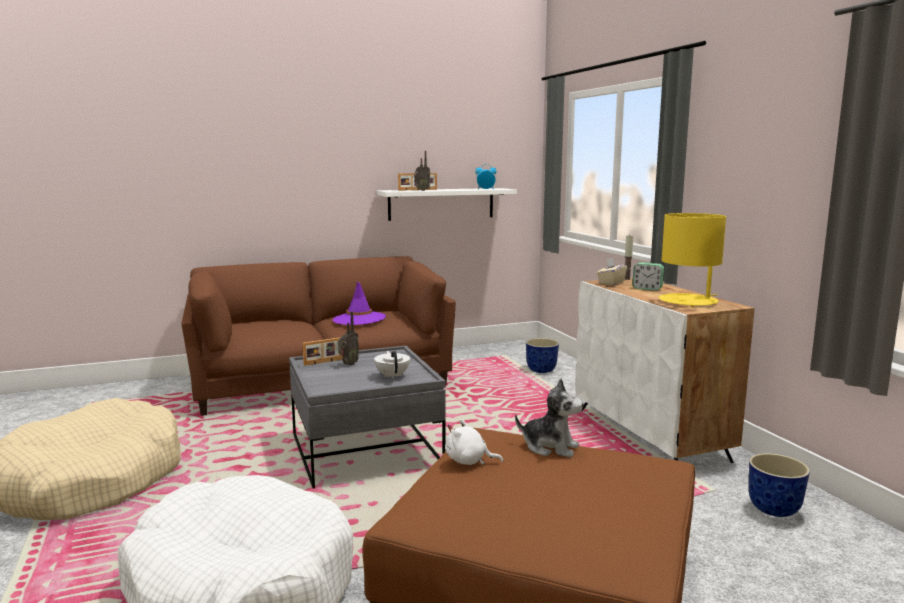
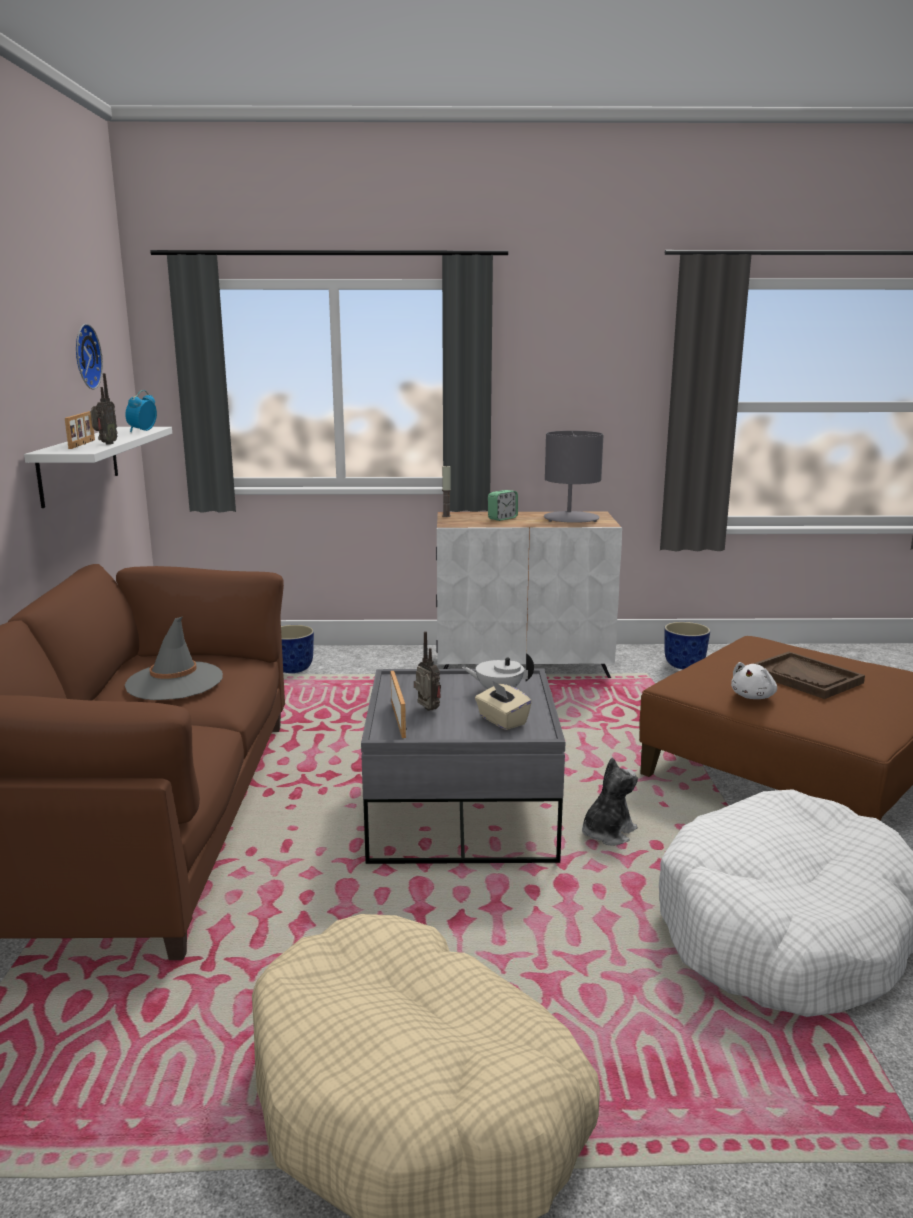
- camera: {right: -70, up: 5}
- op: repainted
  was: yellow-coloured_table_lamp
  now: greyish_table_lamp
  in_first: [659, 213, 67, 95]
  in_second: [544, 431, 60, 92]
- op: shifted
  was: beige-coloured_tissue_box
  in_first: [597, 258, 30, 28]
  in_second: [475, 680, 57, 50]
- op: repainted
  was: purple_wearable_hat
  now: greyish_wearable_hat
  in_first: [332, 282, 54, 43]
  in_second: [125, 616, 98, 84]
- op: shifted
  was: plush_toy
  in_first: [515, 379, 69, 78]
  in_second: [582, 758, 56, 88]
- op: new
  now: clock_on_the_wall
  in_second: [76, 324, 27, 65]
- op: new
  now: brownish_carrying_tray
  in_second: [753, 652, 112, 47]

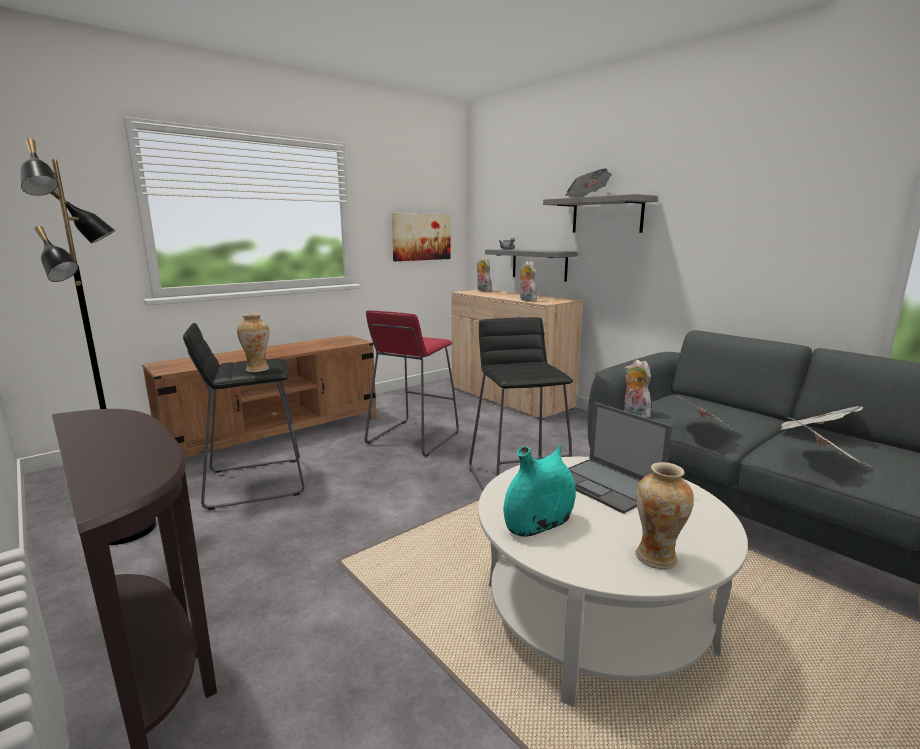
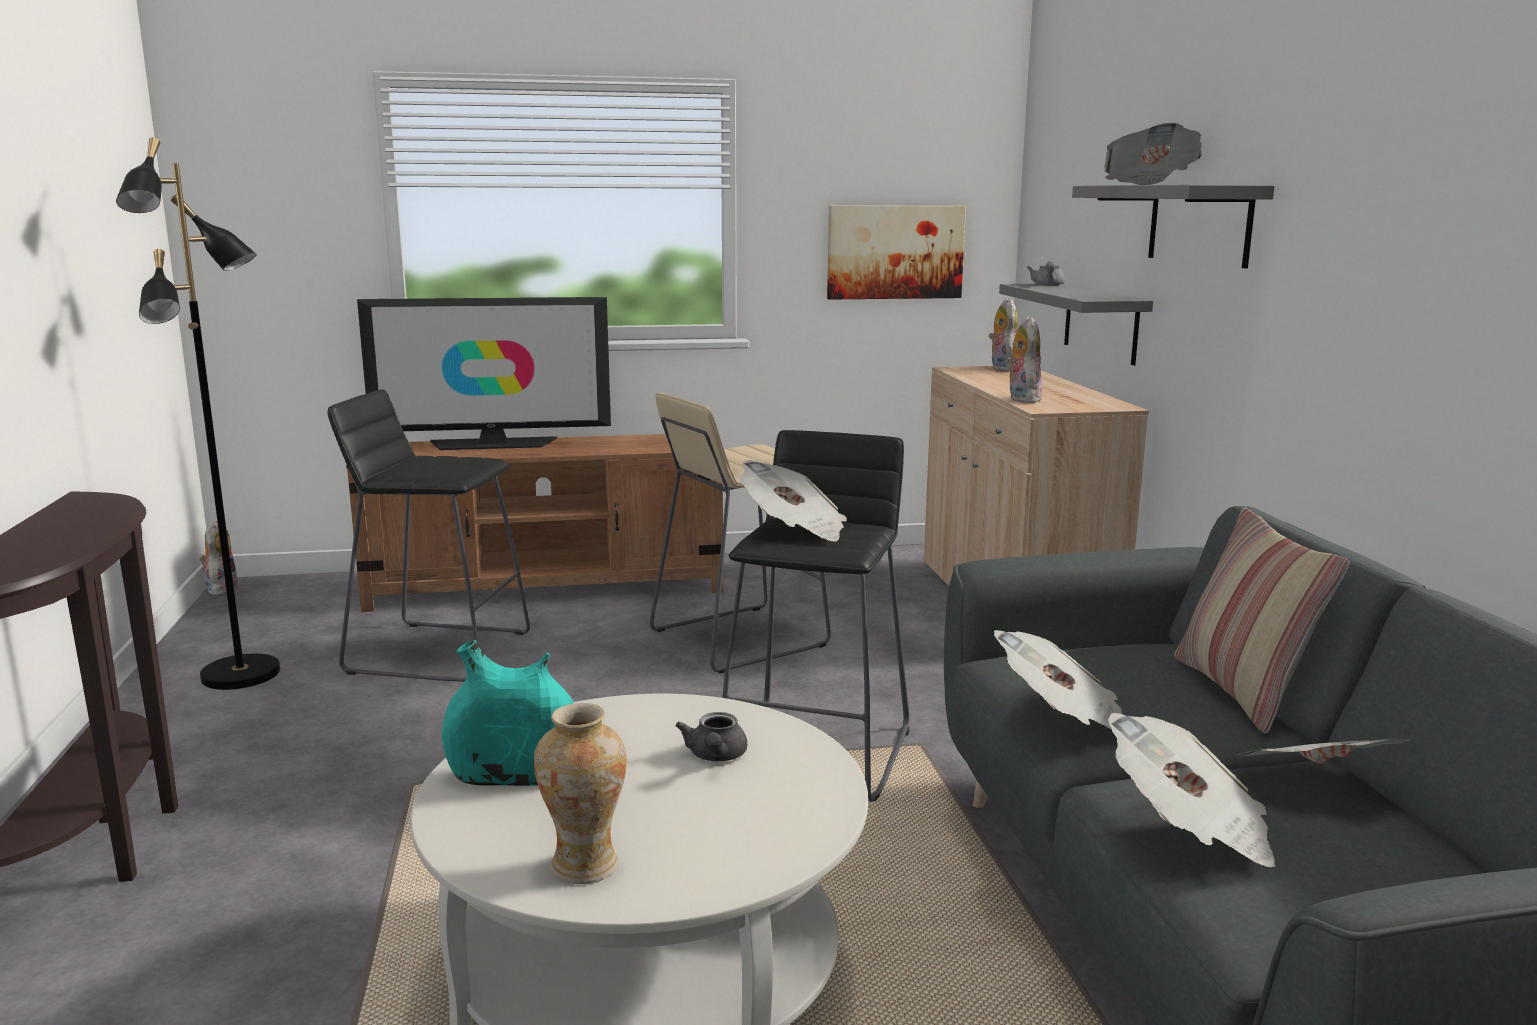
- camera: {right: 30, up: 0}
- op: repainted
  was: red-coloured_stool_seat
  now: beige-coloured_stool_seat
  in_first: [365, 310, 94, 147]
  in_second: [649, 393, 182, 280]
- op: gone
  was: vase
  in_first: [237, 313, 32, 59]
- op: shifted
  was: plush_toy
  in_first: [624, 360, 27, 58]
  in_second: [200, 520, 39, 76]
- op: swapped
  was: portable_computer
  now: greyish_teapot
  in_first: [568, 402, 104, 112]
  in_second: [675, 712, 72, 49]
- op: new
  now: TV_set
  in_second: [357, 297, 254, 153]
- op: new
  now: daily_paper
  in_second: [740, 460, 107, 82]
- op: new
  now: pillow
  in_second: [1174, 508, 176, 225]

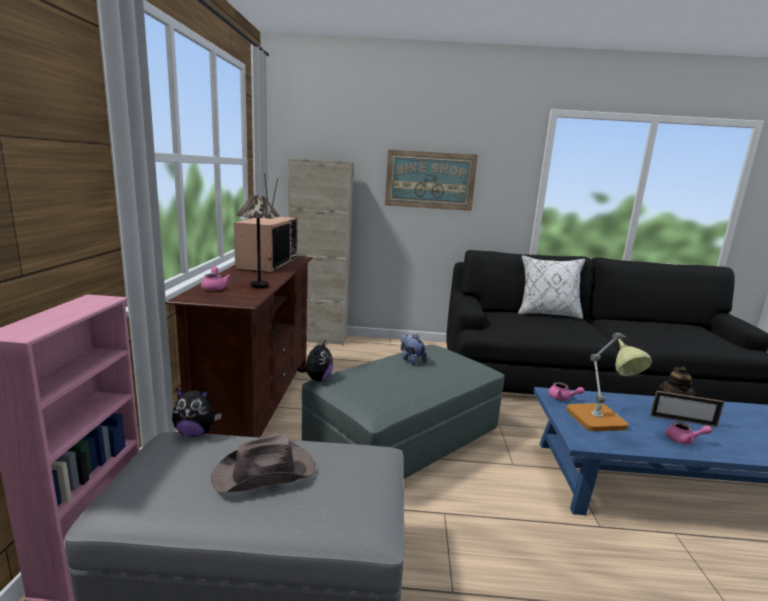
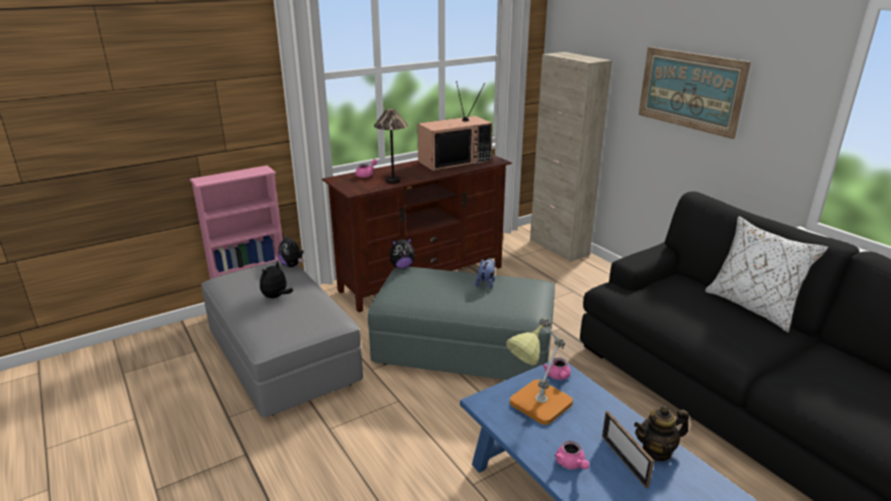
- camera: {right: 55, up: 10}
- op: swapped
  was: brownish_wearable_hat
  now: plush_toy
  in_first: [211, 434, 104, 59]
  in_second: [260, 261, 33, 37]

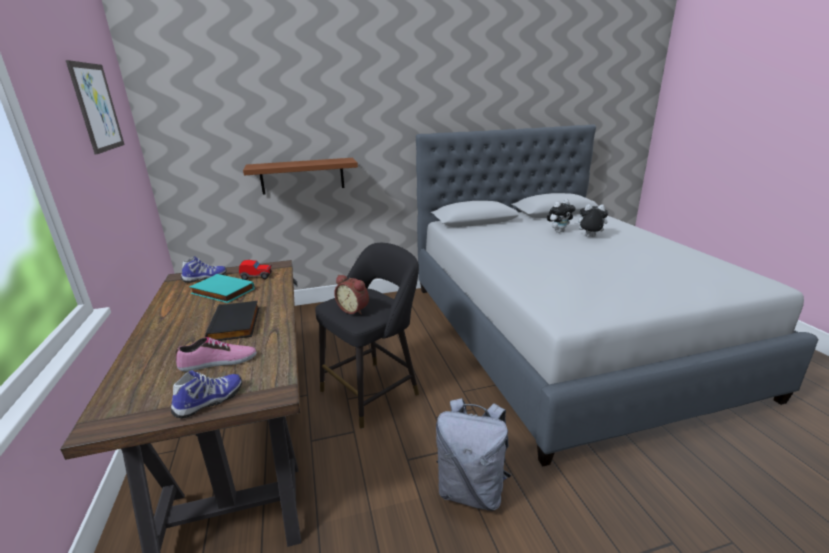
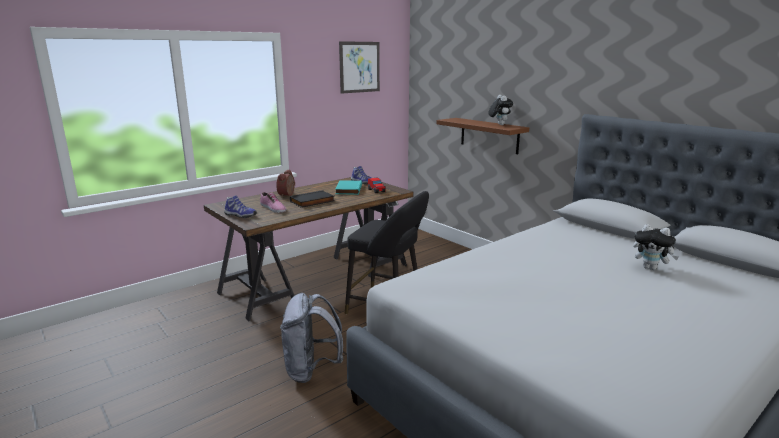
- camera: {right: 65, up: -5}
- op: shifted
  was: plush_toy
  in_first: [574, 204, 34, 33]
  in_second: [489, 95, 24, 30]
- op: shifted
  was: table_clock
  in_first: [334, 275, 35, 40]
  in_second: [276, 170, 19, 27]

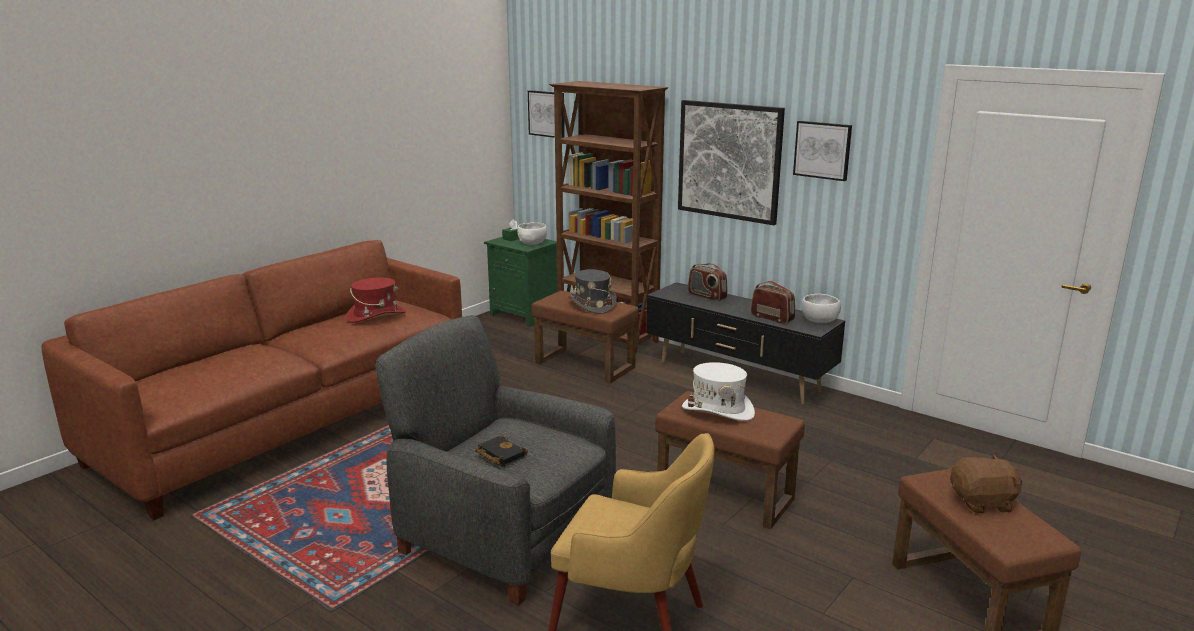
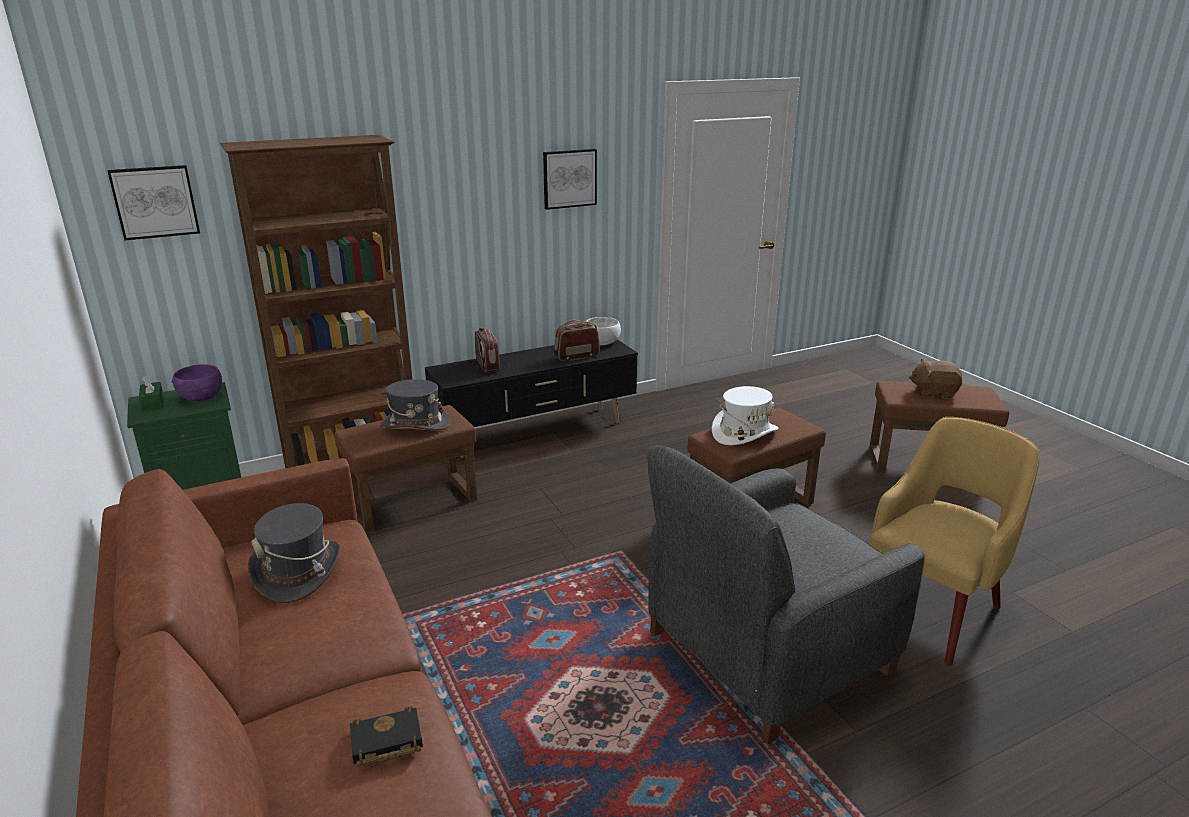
- camera: {right: -65, up: 5}
- op: gone
  was: wall_picture
  in_first: [678, 100, 107, 125]
- op: repainted
  was: white_bowl
  now: purple_bowl
  in_first: [517, 222, 30, 23]
  in_second: [172, 364, 50, 37]
- op: rotated
  was: radio_set
  in_first: [688, 263, 40, 38]
  in_second: [475, 328, 25, 45]
  clockwise: 90
- op: repainted
  was: red-coloured_wearable_hat
  now: greyish_wearable_hat
  in_first: [346, 278, 60, 45]
  in_second: [248, 503, 93, 100]
- op: shifted
  was: blackish_volume
  in_first: [475, 436, 53, 30]
  in_second: [350, 706, 73, 61]
- op: rotated
  was: brownish_plush_toy
  in_first: [950, 455, 73, 58]
  in_second: [909, 359, 53, 40]
  clockwise: -105

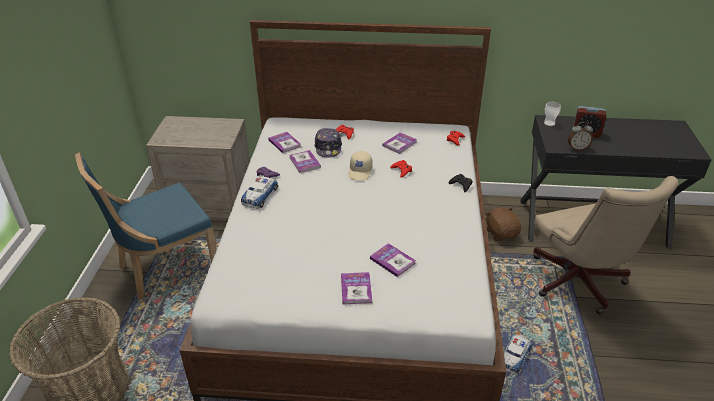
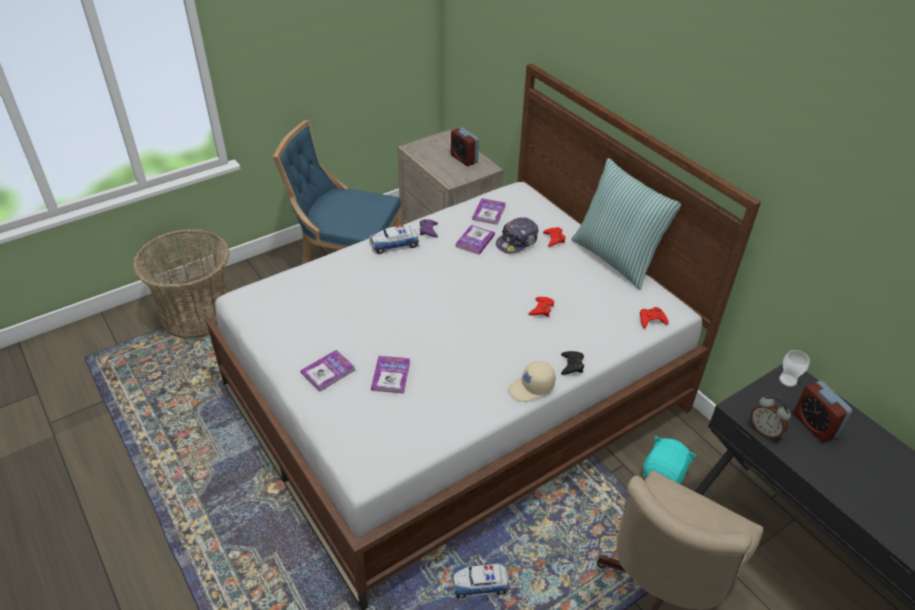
- camera: {right: 50, up: 5}
- op: gone
  was: volume
  in_first: [382, 132, 35, 22]
- op: shifted
  was: beige-coloured_peaked_cap
  in_first: [349, 151, 24, 29]
  in_second: [509, 361, 47, 41]
- op: repainted
  was: brownish_plush_toy
  now: turquoise-coloured_plush_toy
  in_first: [486, 207, 35, 34]
  in_second: [643, 435, 54, 49]
- op: new
  now: table_clock
  in_second: [451, 127, 28, 39]
- op: new
  now: pillow
  in_second: [571, 158, 110, 132]

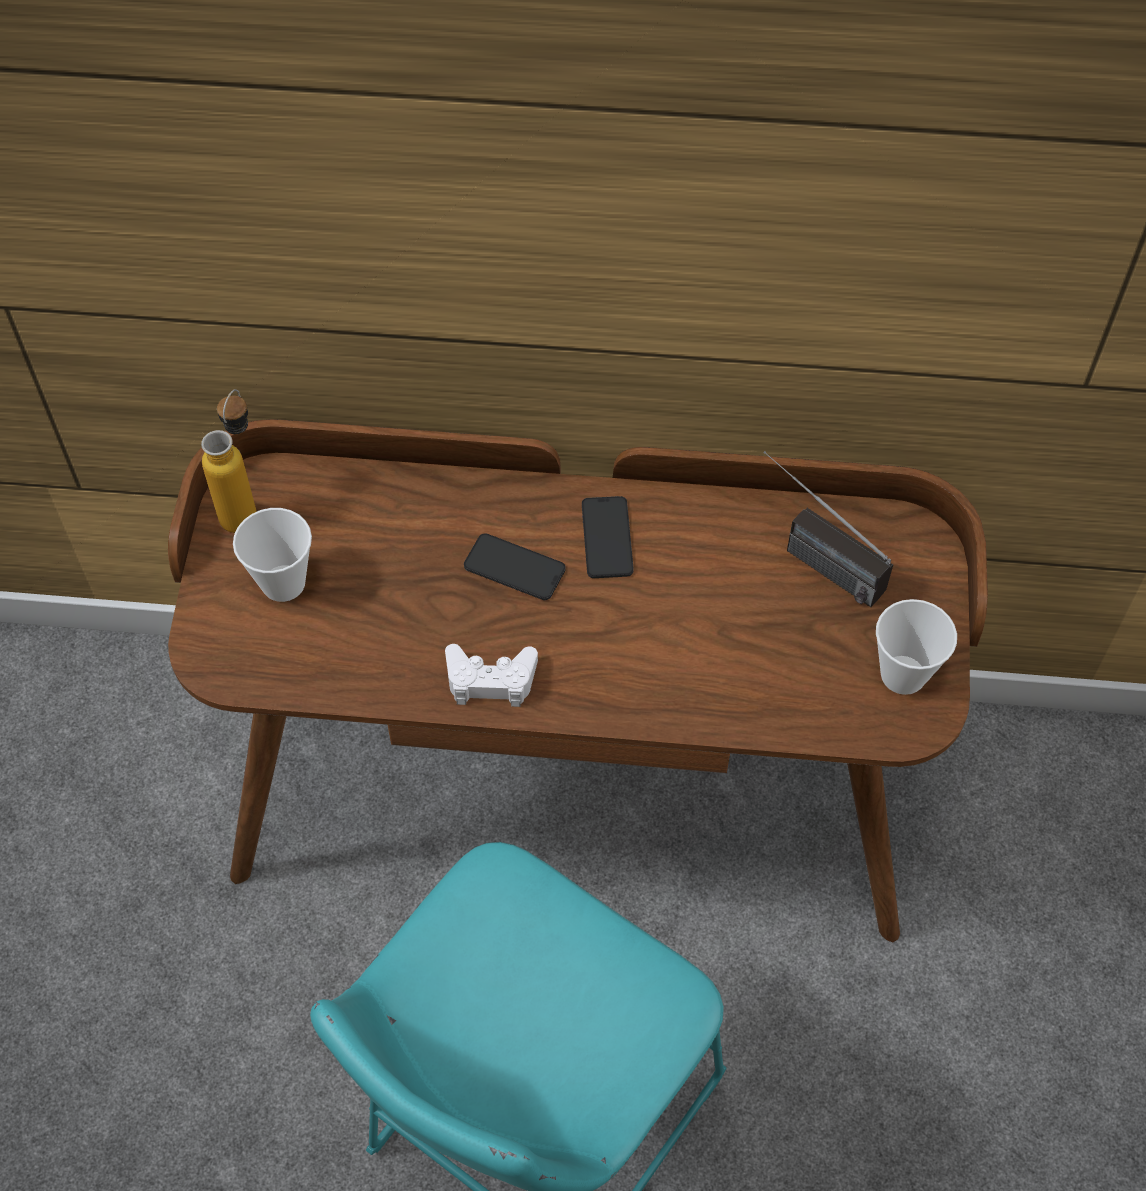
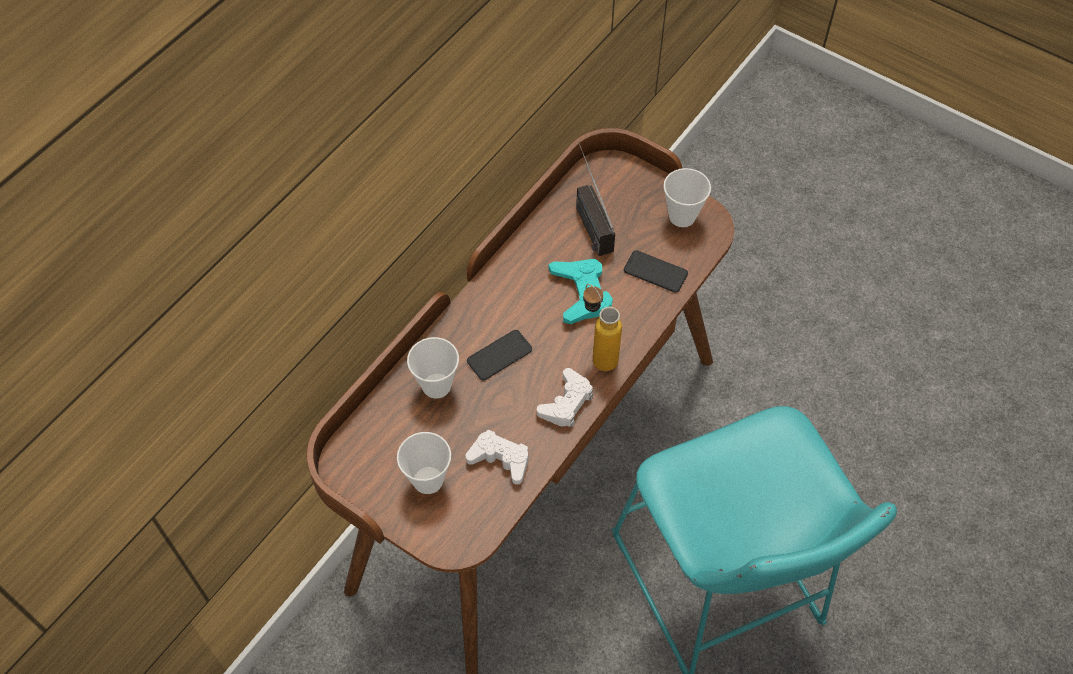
- camera: {right: -60, up: 0}
- op: shifted
  was: drink_bottle
  in_first: [201, 389, 56, 144]
  in_second: [583, 284, 39, 87]
- op: rotated
  was: radio_set
  in_first: [763, 451, 130, 156]
  in_second: [576, 142, 39, 114]
  clockwise: 90
- op: shifted
  was: phone
  in_first: [582, 496, 52, 82]
  in_second: [624, 250, 64, 43]
- op: new
  now: turquoise-coloured_gamepad
  in_second: [548, 259, 65, 65]
- op: new
  now: cup
  in_second: [407, 337, 52, 62]
- op: new
  now: white_gamepad
  in_second: [466, 430, 62, 55]

